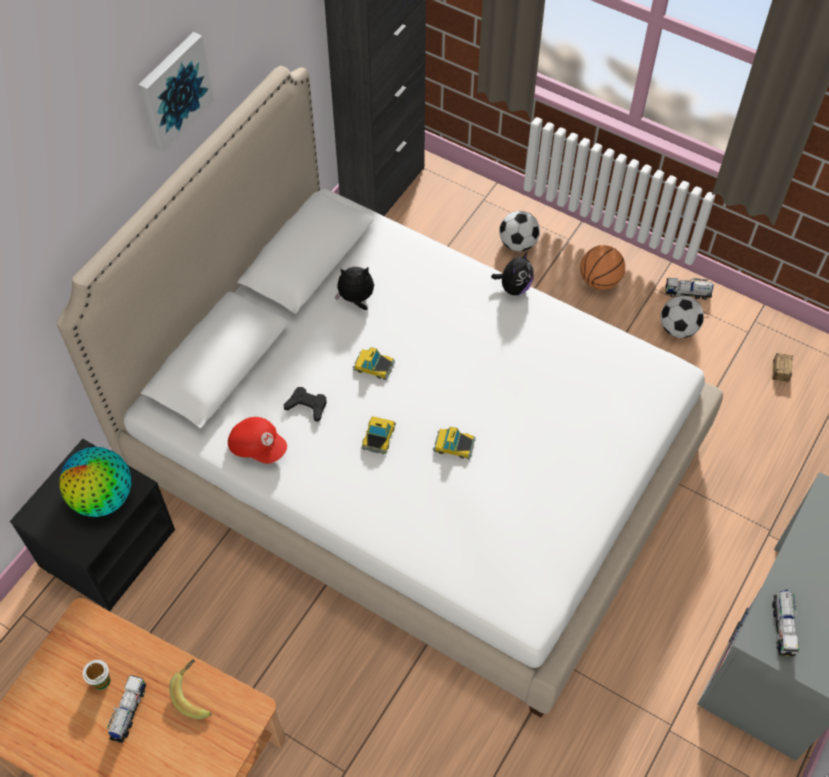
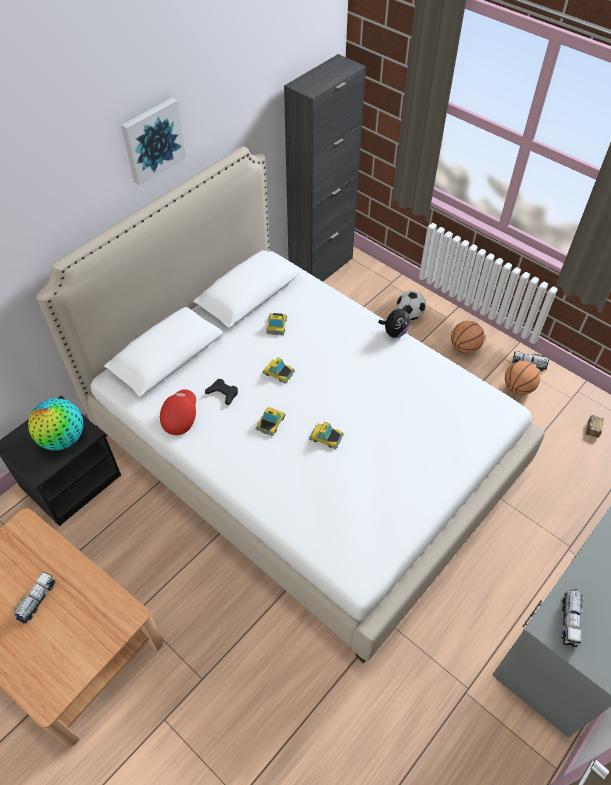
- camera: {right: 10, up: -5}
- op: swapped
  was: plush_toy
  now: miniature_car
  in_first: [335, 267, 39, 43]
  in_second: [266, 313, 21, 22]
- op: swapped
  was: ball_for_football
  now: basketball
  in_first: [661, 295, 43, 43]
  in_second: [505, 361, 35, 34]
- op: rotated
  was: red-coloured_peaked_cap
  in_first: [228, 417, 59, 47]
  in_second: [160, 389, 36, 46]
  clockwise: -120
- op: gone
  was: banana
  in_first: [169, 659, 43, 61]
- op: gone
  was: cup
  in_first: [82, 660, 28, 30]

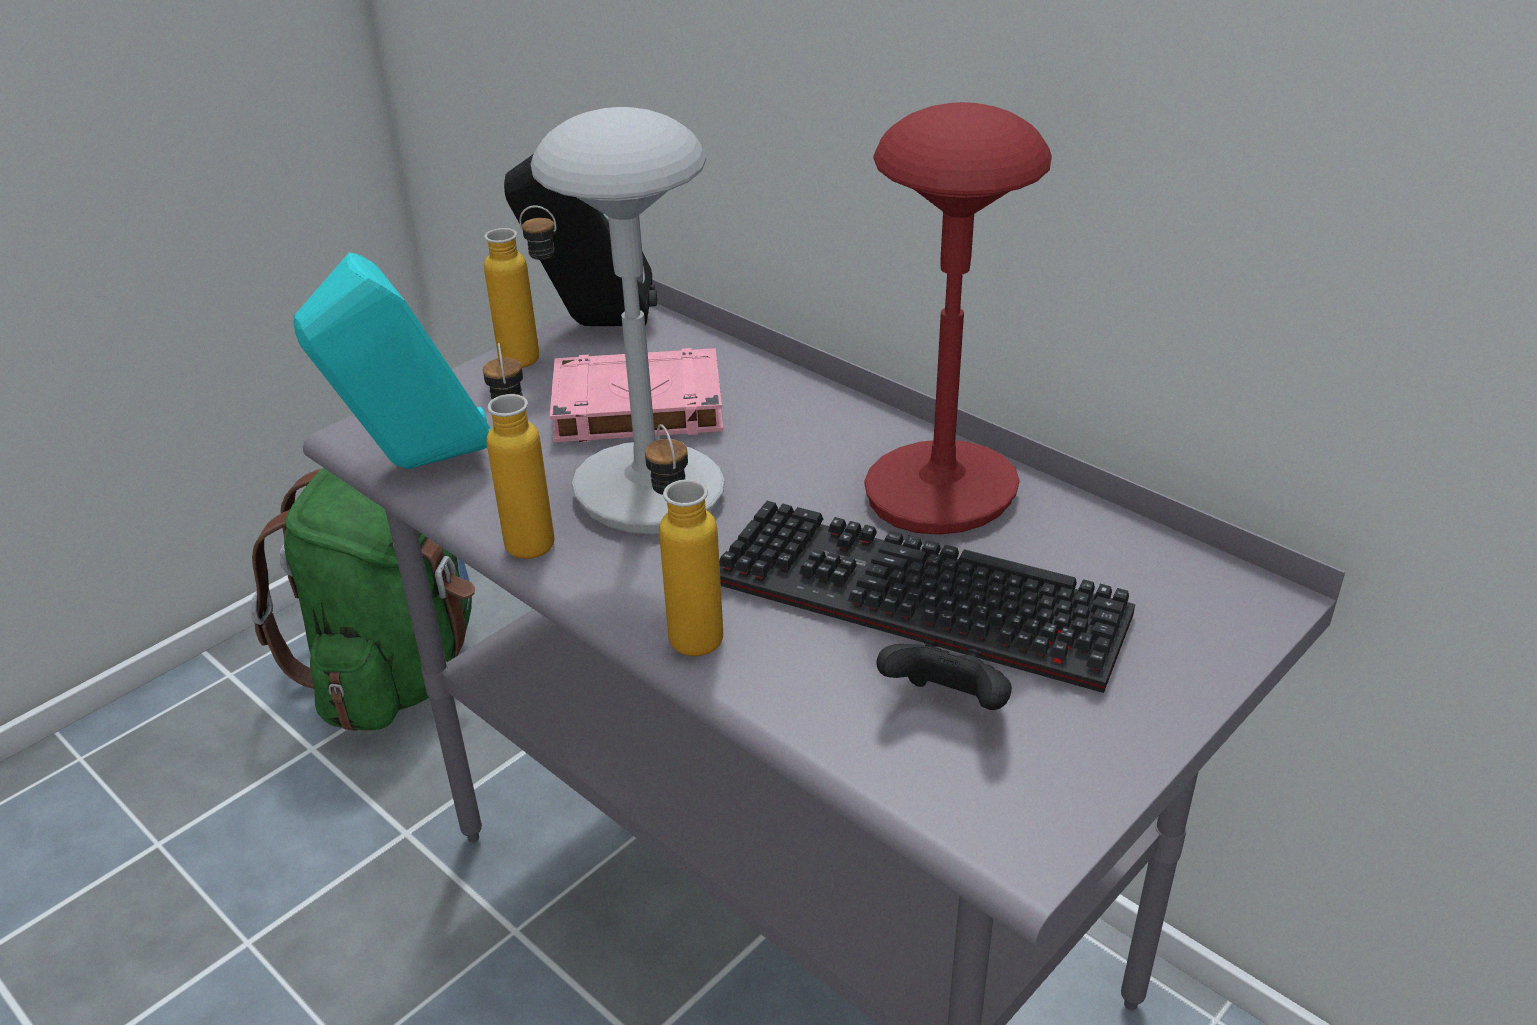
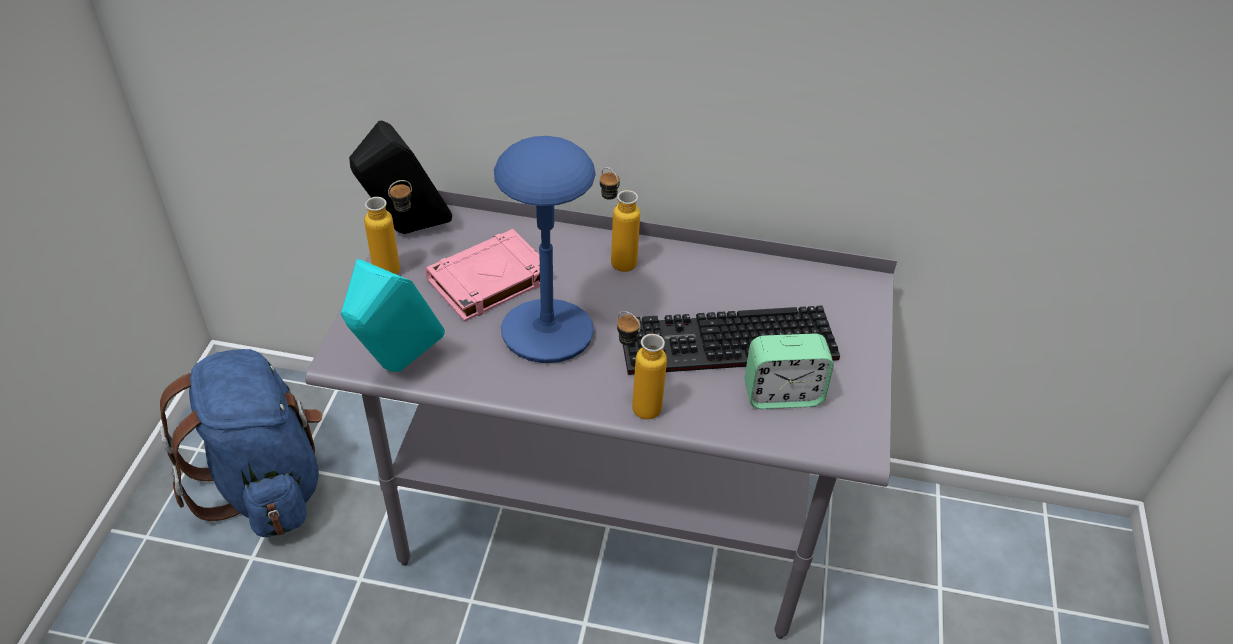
- camera: {right: -35, up: 10}
- op: gone
  was: red-coloured_table_lamp
  in_first: [864, 102, 188, 433]
- op: repainted
  was: greyish_table_lamp
  now: blue-coloured_table_lamp
  in_first: [531, 107, 194, 428]
  in_second: [494, 136, 102, 227]
- op: shifted
  was: drink_bottle
  in_first: [483, 343, 72, 216]
  in_second: [600, 167, 40, 105]
- op: repainted
  was: green_backpack
  now: blue-coloured_backpack
  in_first: [251, 468, 224, 263]
  in_second: [160, 349, 163, 188]
- op: swapped
  was: blackish_gamepad
  now: table_clock
  in_first: [876, 639, 136, 71]
  in_second: [745, 334, 89, 75]

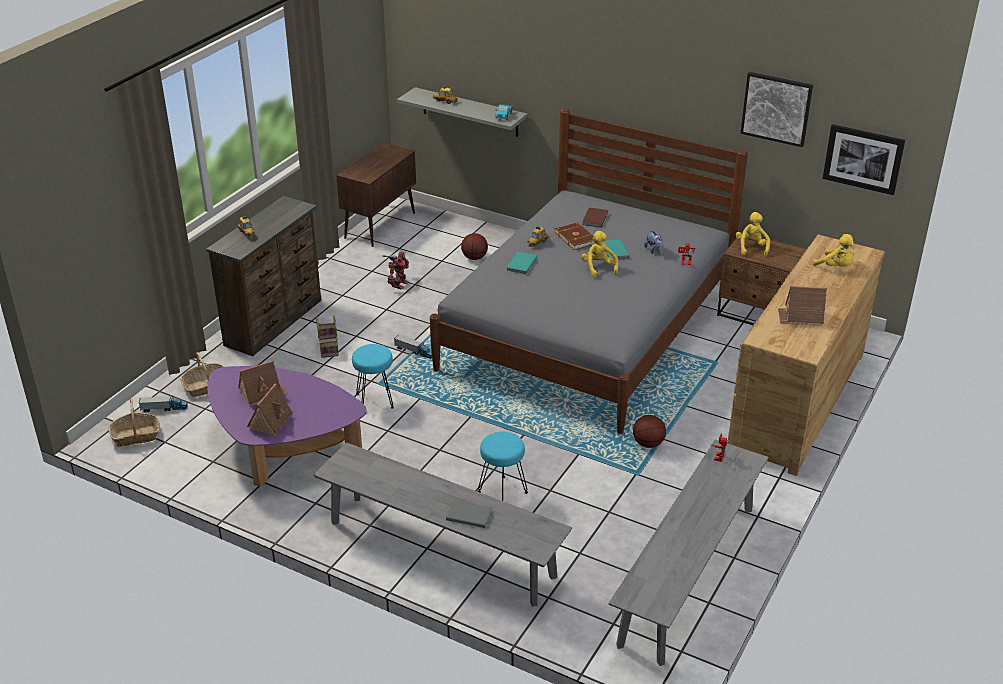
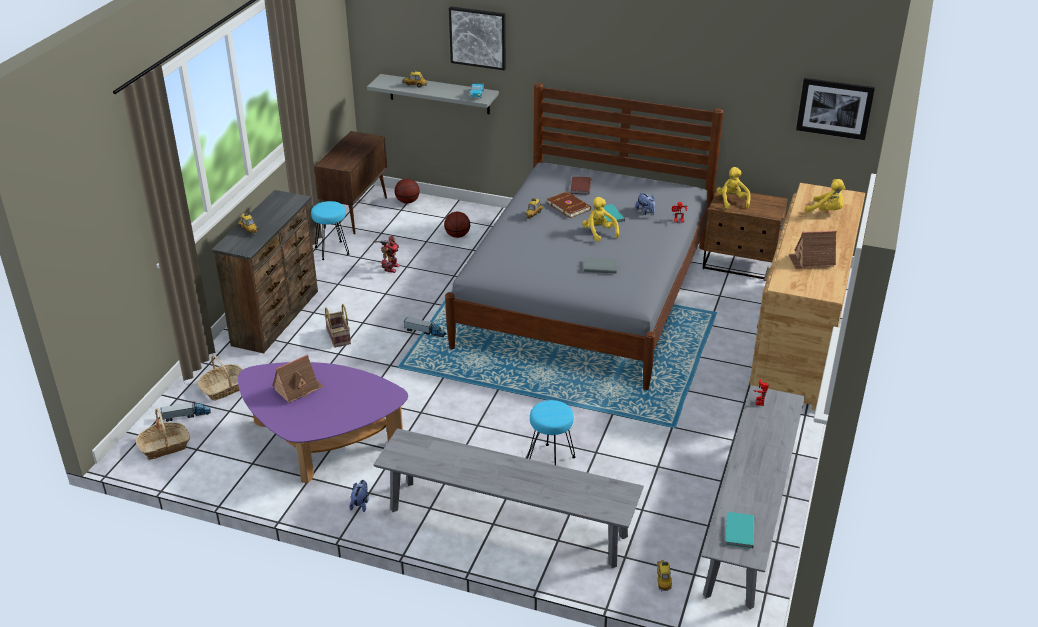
- camera: {right: -10, up: 0}
- op: shifted
  was: wall_picture
  in_first: [741, 72, 72, 75]
  in_second: [449, 6, 57, 64]
- op: shifted
  was: turquoise-coloured_volume
  in_first: [506, 252, 31, 22]
  in_second: [725, 512, 29, 37]
- op: shifted
  was: turquoise-coloured_stool_seat
  in_first: [352, 344, 42, 65]
  in_second: [311, 201, 38, 59]
- op: gone
  was: model_house
  in_first: [247, 384, 47, 52]
- op: shifted
  was: basketball
  in_first: [633, 415, 33, 33]
  in_second: [395, 179, 25, 25]
- op: shifted
  was: greyish_volume
  in_first: [446, 500, 46, 28]
  in_second: [583, 257, 34, 17]
- op: new
  now: plush_toy
  in_second: [349, 480, 20, 32]
- op: new
  now: miniature_car
  in_second: [657, 560, 15, 32]

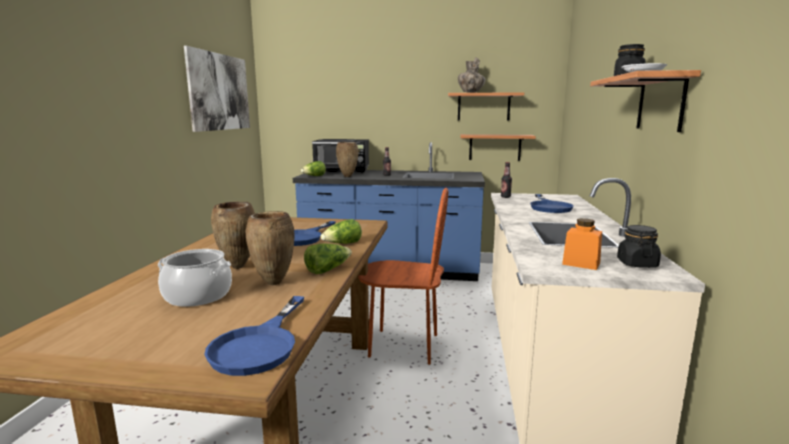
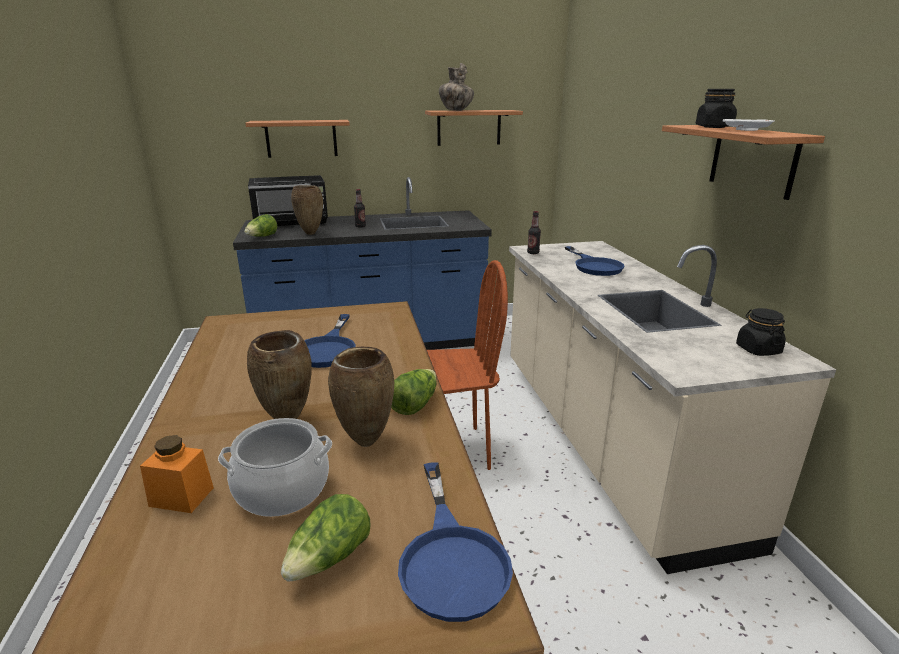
- camera: {right: -20, up: 10}
- op: gone
  was: wall_picture
  in_first: [184, 46, 66, 86]
- op: shifted
  was: shelf
  in_first: [460, 134, 76, 27]
  in_second: [245, 120, 105, 38]
- op: shifted
  was: orangey_jar
  in_first: [562, 218, 40, 52]
  in_second: [140, 435, 74, 78]
- op: shifted
  was: lettuce_head
  in_first: [321, 219, 41, 25]
  in_second: [281, 494, 90, 88]

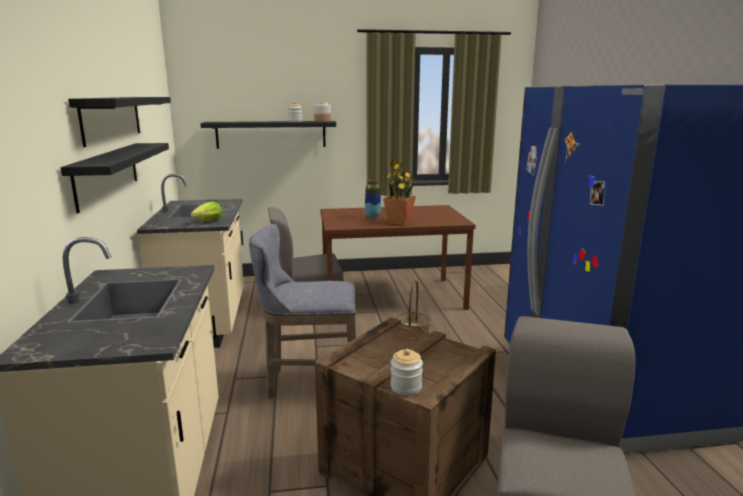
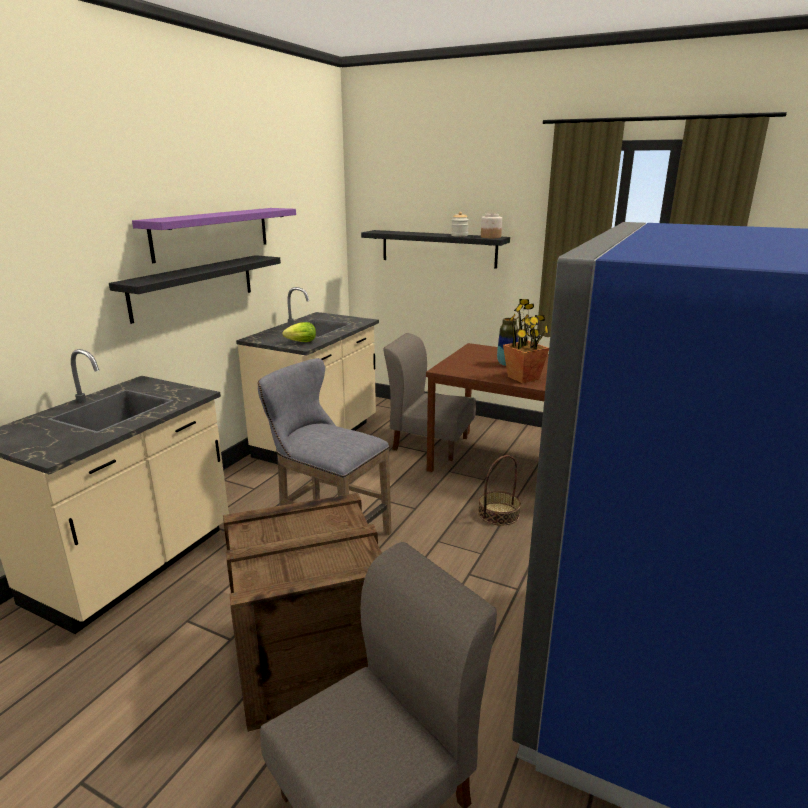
- camera: {right: 35, up: 5}
- op: repainted
  was: blackish_shelf
  now: purple_shelf
  in_first: [68, 97, 103, 50]
  in_second: [132, 208, 164, 55]
- op: gone
  was: jar
  in_first: [391, 349, 32, 47]

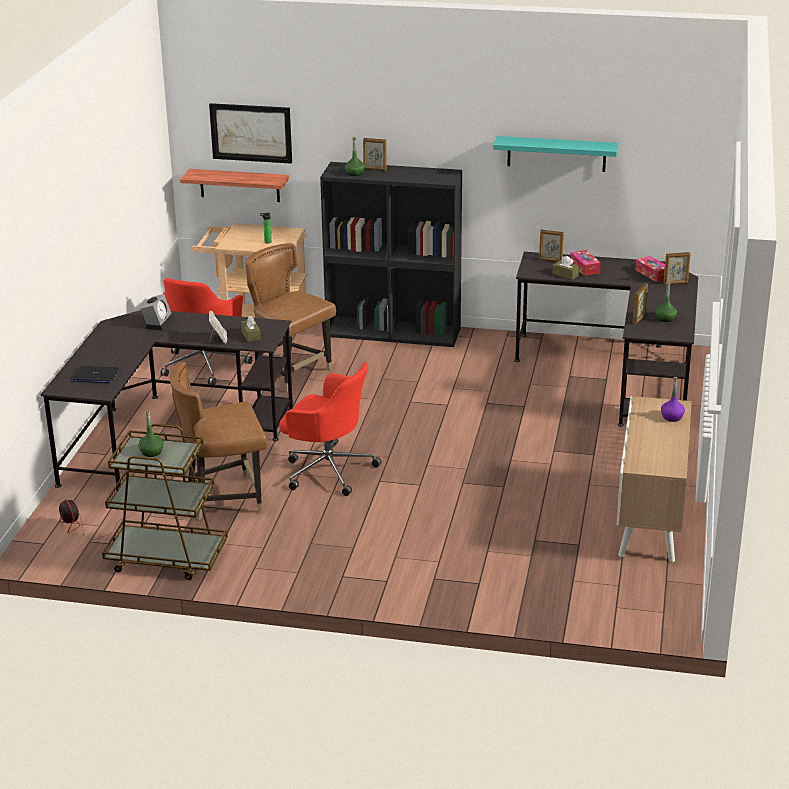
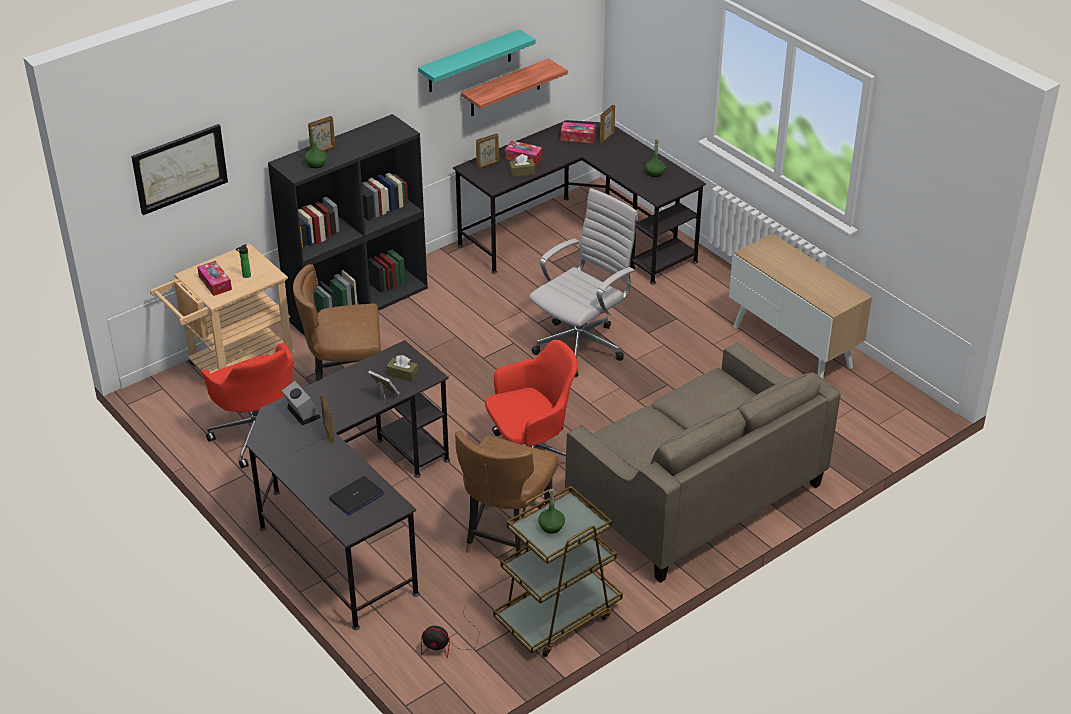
- camera: {right: -50, up: 10}
- op: shifted
  was: shelf
  in_first: [180, 169, 109, 33]
  in_second: [461, 58, 107, 58]
- op: shifted
  was: photo_frame
  in_first: [633, 283, 15, 41]
  in_second: [320, 394, 14, 49]
- op: gone
  was: purple_drink_bottle
  in_first: [661, 377, 24, 45]
- op: new
  now: white_computer_chair
  in_second: [529, 188, 109, 189]
- op: new
  now: tissue_box
  in_second: [197, 261, 35, 35]
- op: new
  now: beige-coloured_couch
  in_second: [565, 343, 276, 240]

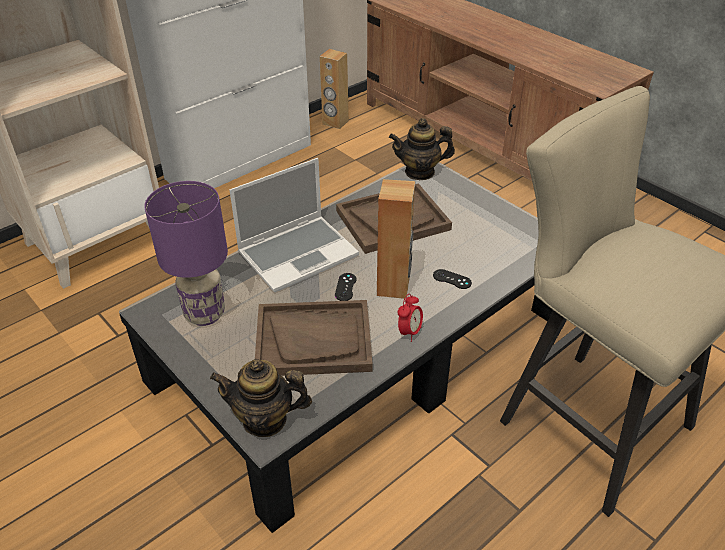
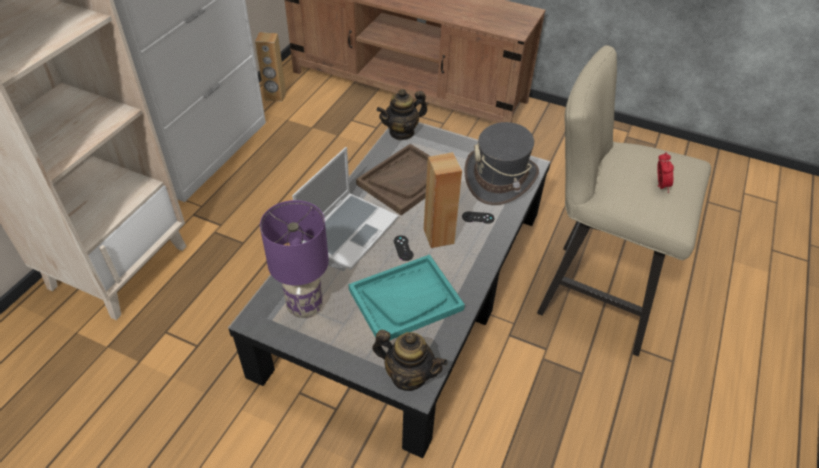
- camera: {right: -25, up: 5}
- op: shifted
  was: table_clock
  in_first: [397, 294, 26, 48]
  in_second: [657, 152, 17, 41]
- op: repainted
  was: brownish_carrying_tray
  now: turquoise-coloured_carrying_tray
  in_first: [255, 300, 118, 76]
  in_second: [348, 255, 117, 85]
- op: rotated
  was: teapot
  in_first: [210, 359, 102, 78]
  in_second: [372, 330, 76, 61]
  clockwise: -135
- op: new
  now: greyish_wearable_hat
  in_second: [465, 122, 74, 83]

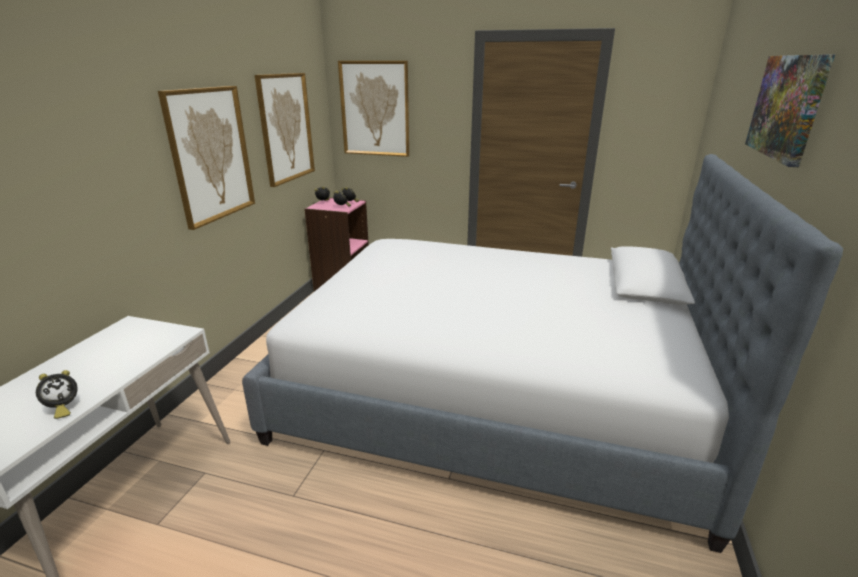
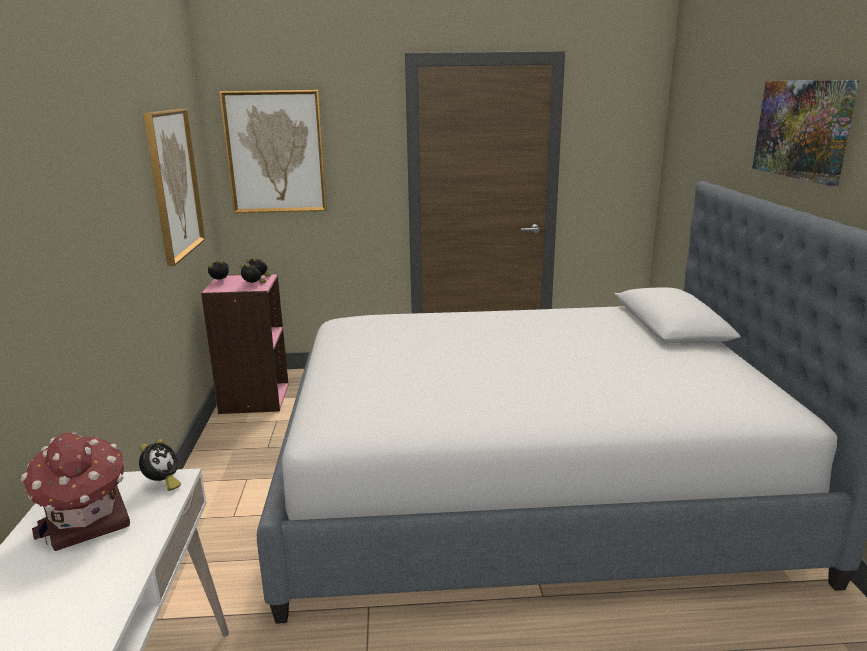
- camera: {right: -20, up: -5}
- op: gone
  was: wall_picture
  in_first: [158, 86, 97, 144]
- op: shifted
  was: table_clock
  in_first: [36, 370, 42, 49]
  in_second: [139, 439, 42, 52]
- op: new
  now: model_house
  in_second: [21, 432, 109, 119]

